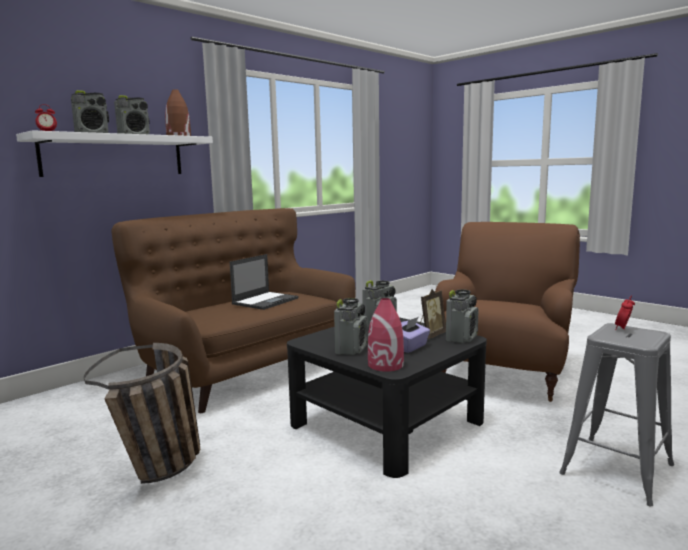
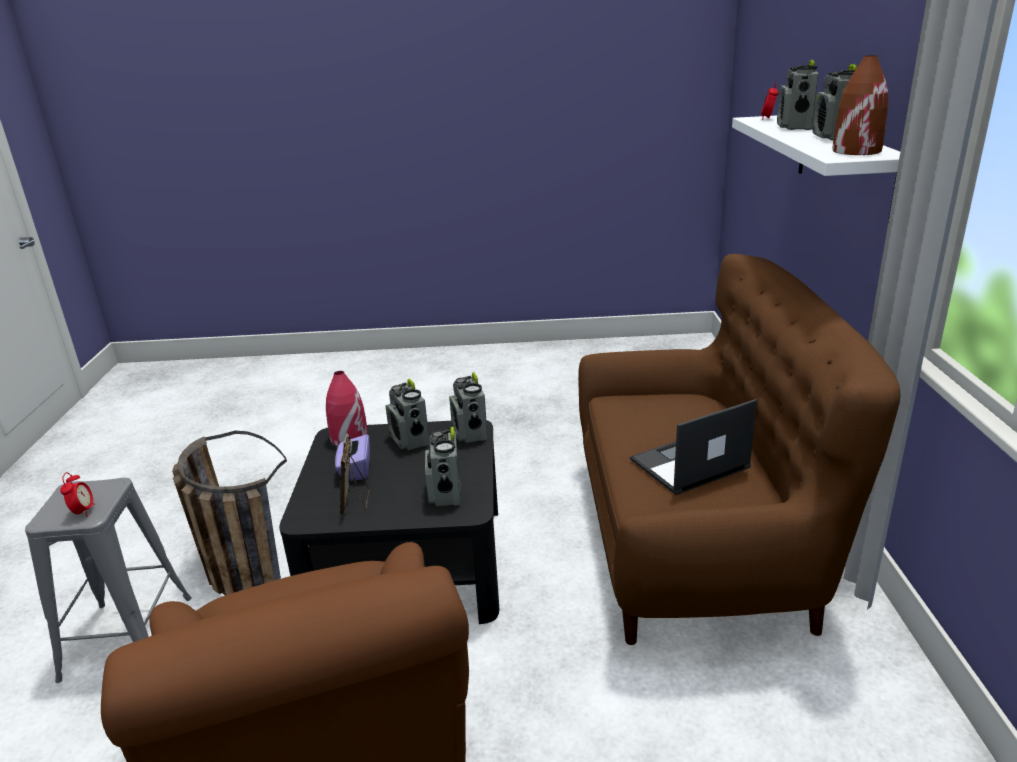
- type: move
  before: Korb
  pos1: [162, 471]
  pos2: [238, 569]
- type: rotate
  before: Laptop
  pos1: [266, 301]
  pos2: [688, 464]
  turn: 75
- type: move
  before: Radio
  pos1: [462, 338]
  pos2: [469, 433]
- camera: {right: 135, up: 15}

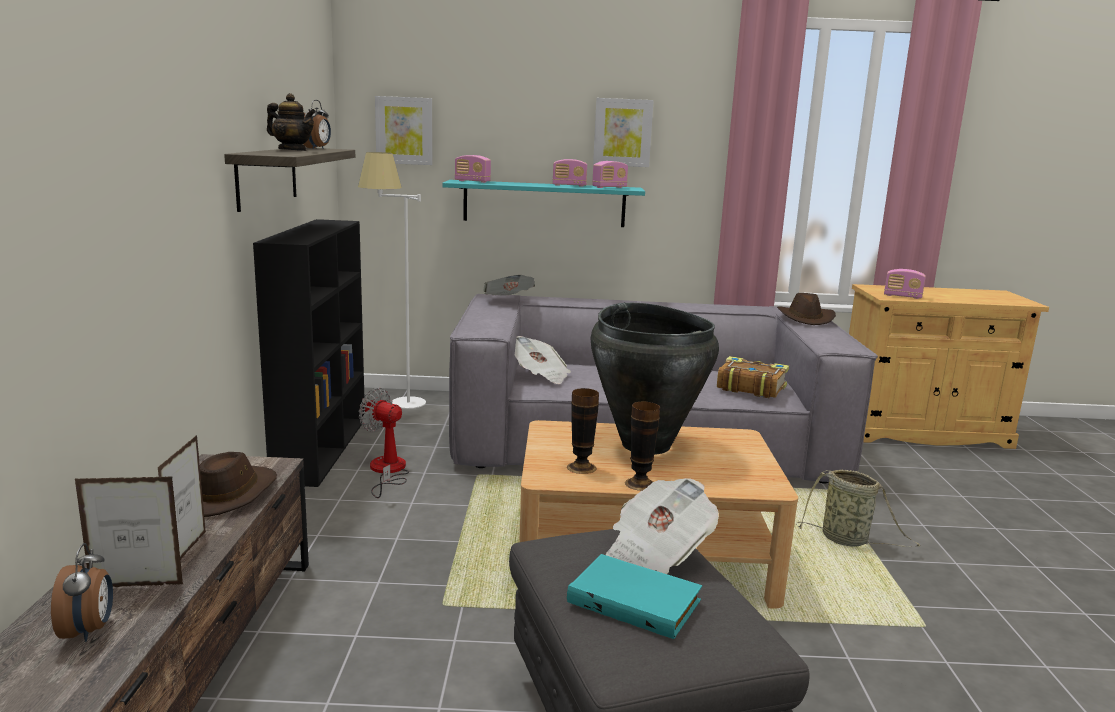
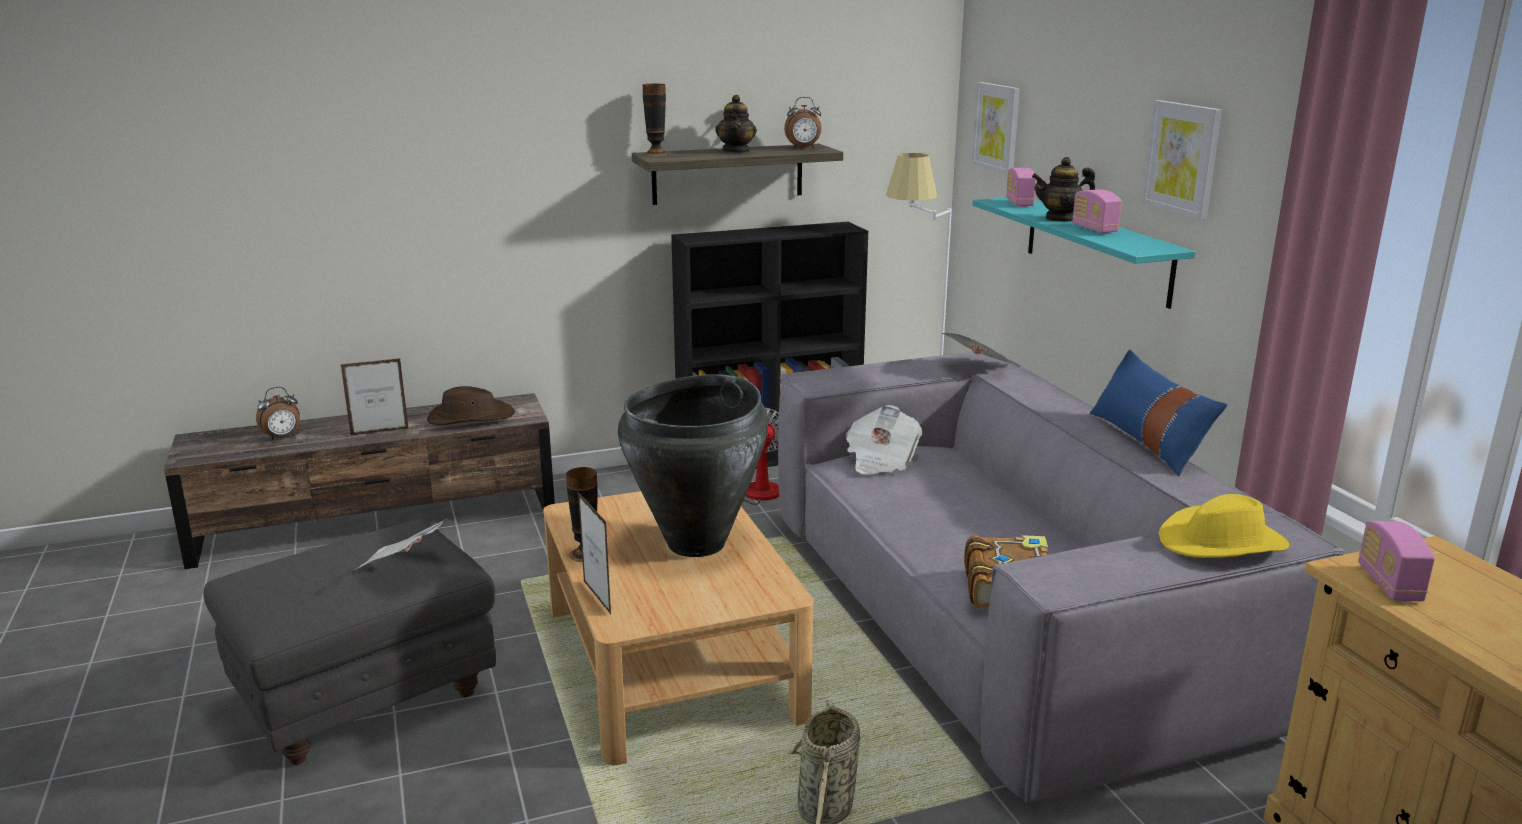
- type: move
  before: Bilderrahmen
  pos1: [137, 586]
  pos2: [597, 598]
- type: move
  before: Vase
  pos1: [581, 467]
  pos2: [656, 153]
- type: delete
  before: Buch (türkis)
  pos1: [636, 600]
- type: delete
  before: Radio
  pos1: [609, 187]
- type: recolor
  before: Hut (braun)
  after: Hut (gelb)
  pos1: [806, 318]
  pos2: [1222, 543]
- type: insert
  after: Teekanne
  pos2: [1061, 218]
- type: insert
  after: Kissen (blau)
  pos2: [1148, 441]
- camera: {right: 70, up: 5}

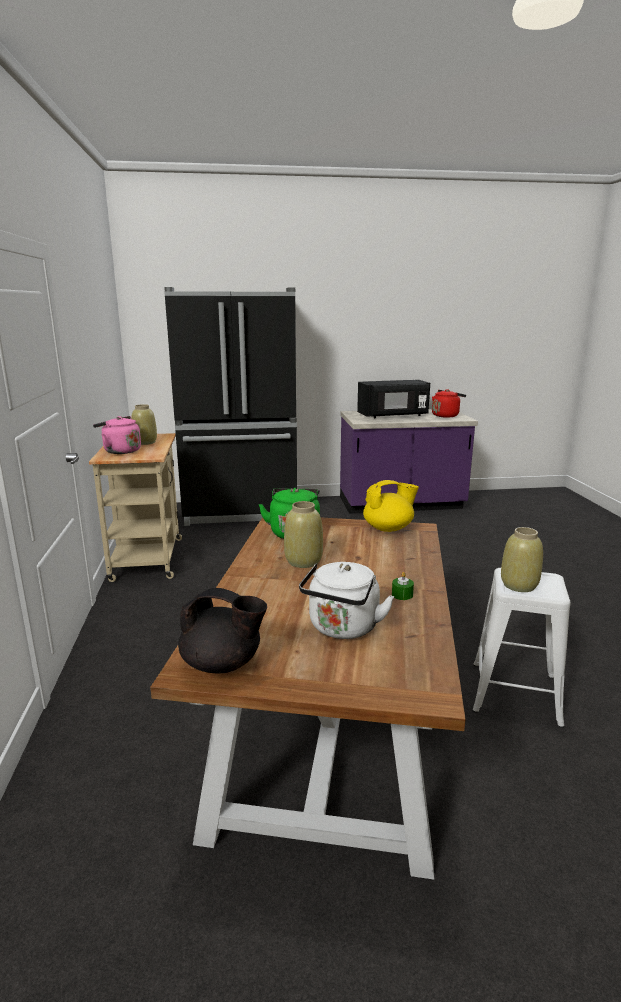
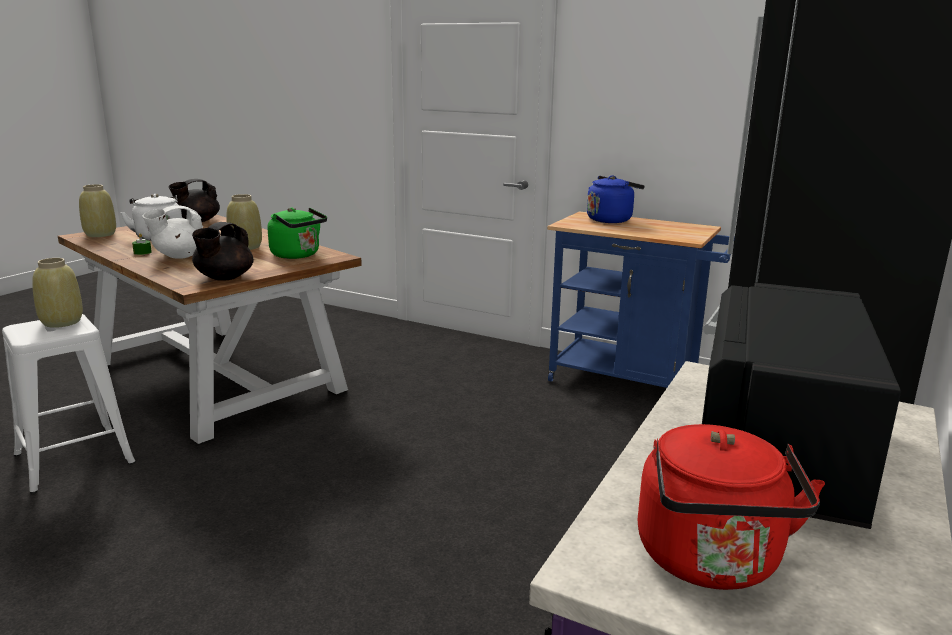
- type: recolor
  before: Rollwagen (beige)
  after: Rollwagen (blau)
  pos1: [148, 556]
  pos2: [632, 382]
- type: recolor
  before: Wasserkessel (rosa)
  after: Wasserkessel (blau)
  pos1: [120, 451]
  pos2: [611, 220]
- type: move
  before: Vase (beige)
  pos1: [145, 442]
  pos2: [100, 234]
- type: recolor
  before: Teekanne (gelb)
  after: Teekanne (schwarz)
  pos1: [389, 528]
  pos2: [224, 278]
- type: insert
  after: Teekanne (weiß)
  pos2: [179, 256]
- camera: {right: 125, up: 0}

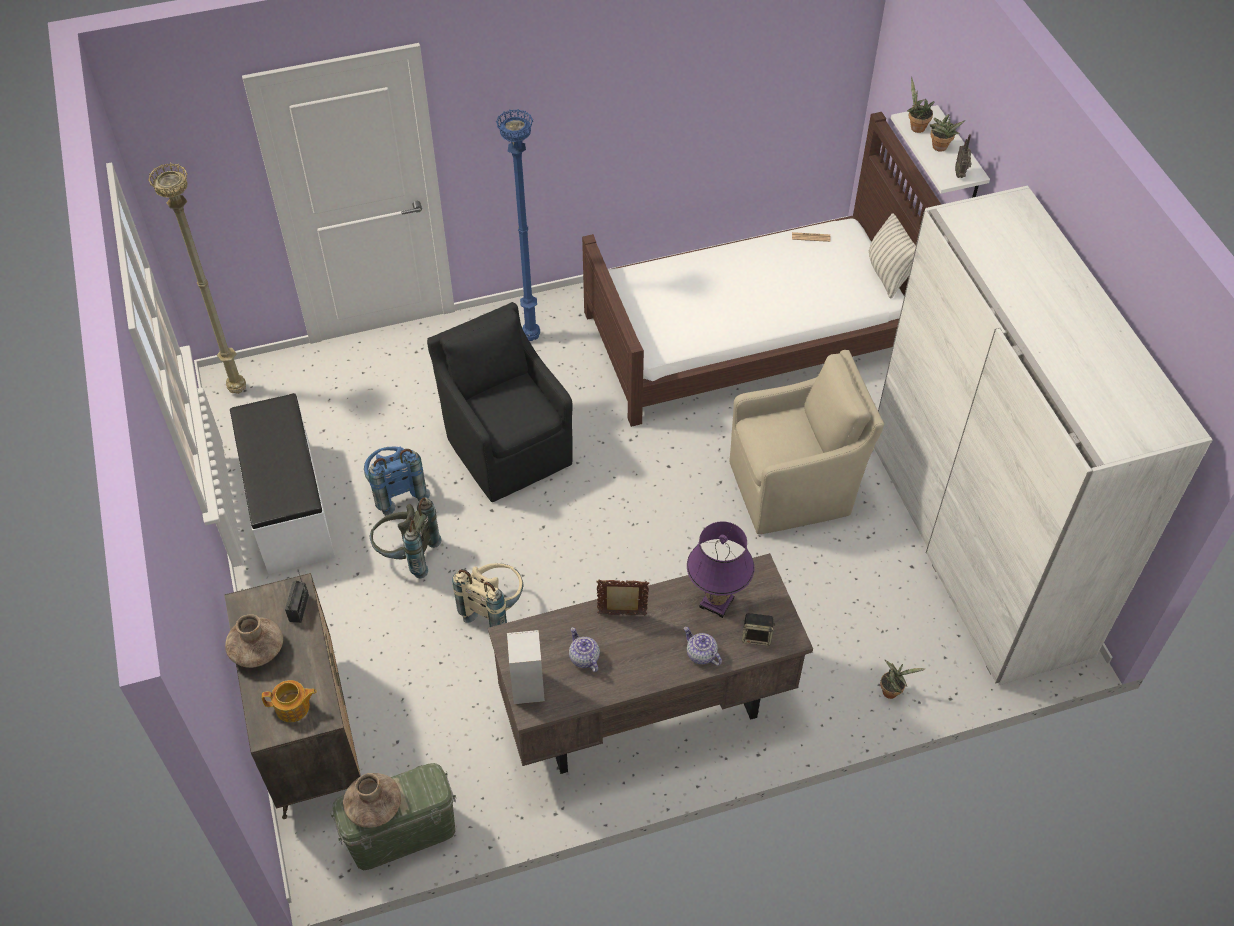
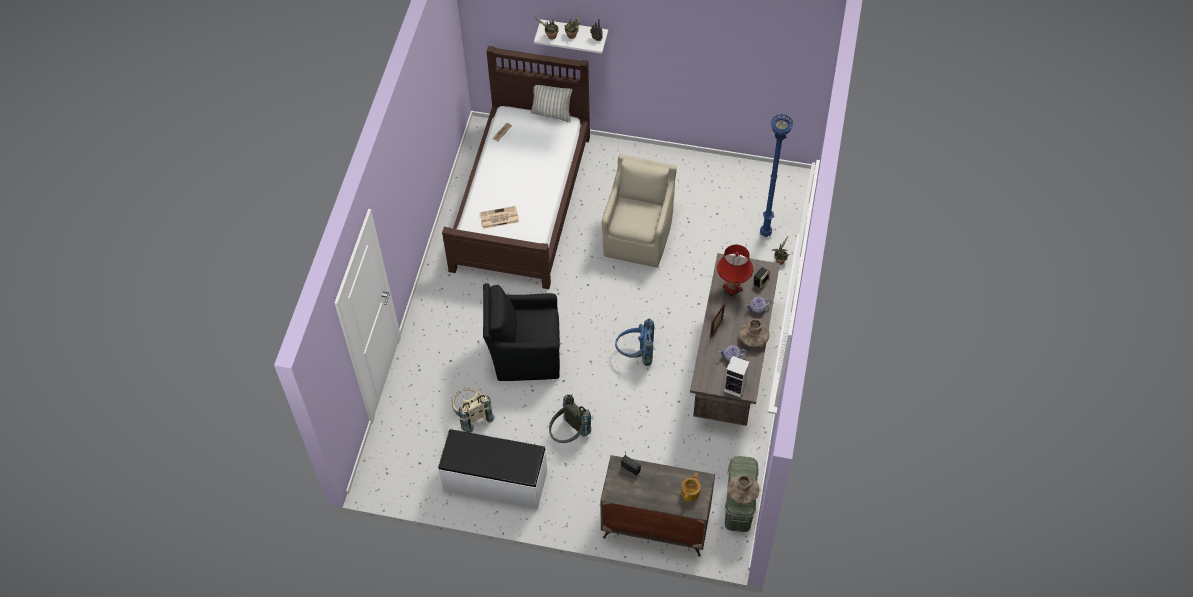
- type: delete
  before: Stehlampe (beige)
  pos1: [238, 390]
- type: move
  before: Vase (braun)
  pos1: [257, 650]
  pos2: [753, 338]
- type: move
  before: Rucksack (blau)
  pos1: [396, 491]
  pos2: [635, 354]
- type: move
  before: Rucksack (beige)
  pos1: [494, 610]
  pos2: [471, 415]
- type: move
  before: Stehlampe (blau)
  pos1: [530, 338]
  pos2: [765, 234]
- type: recolor
  before: Tischlampe (lila)
  after: Tischlampe (rot)
  pos1: [716, 602]
  pos2: [732, 288]
- type: delete
  before: Kleiderschrank (weiß)
  pos1: [976, 545]
- type: insert
  after: Zeitung
  pos2: [498, 218]
- camera: {right: -60, up: 5}

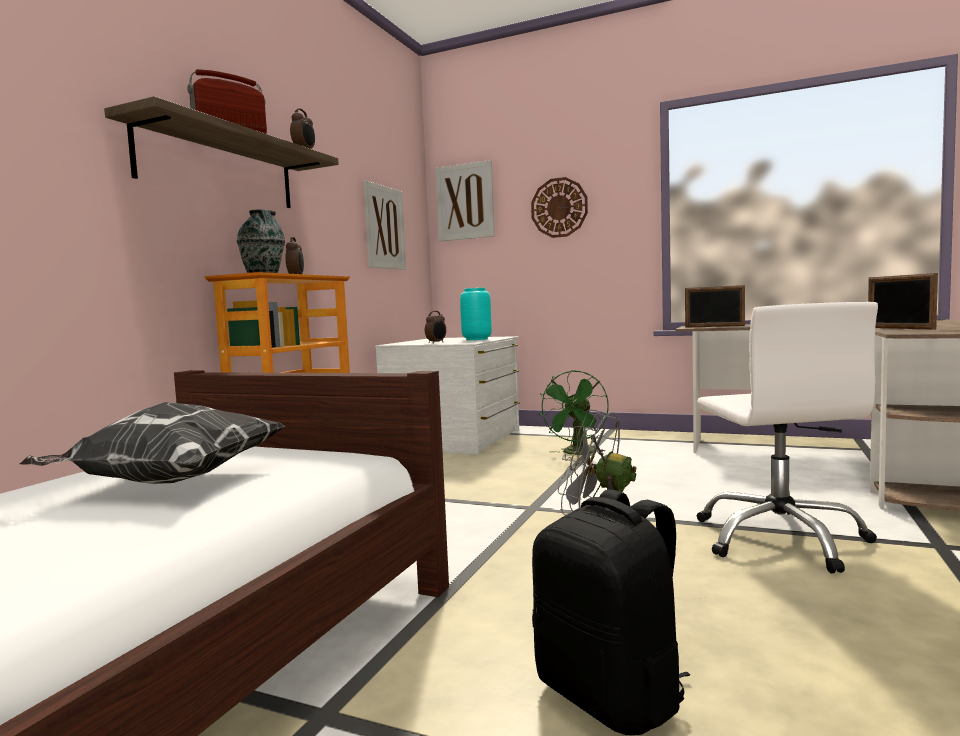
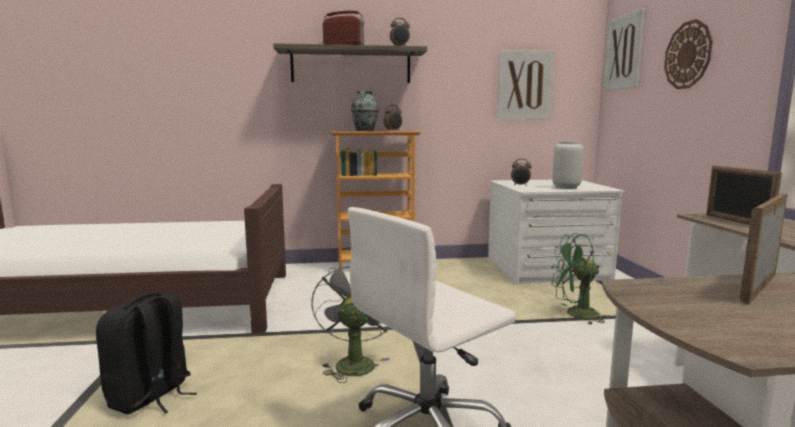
- type: delete
  before: Kissen
  pos1: [169, 483]
- type: recolor
  before: Vase (türkis)
  after: Vase (grau)
  pos1: [476, 339]
  pos2: [565, 187]
- camera: {right: 60, up: 5}

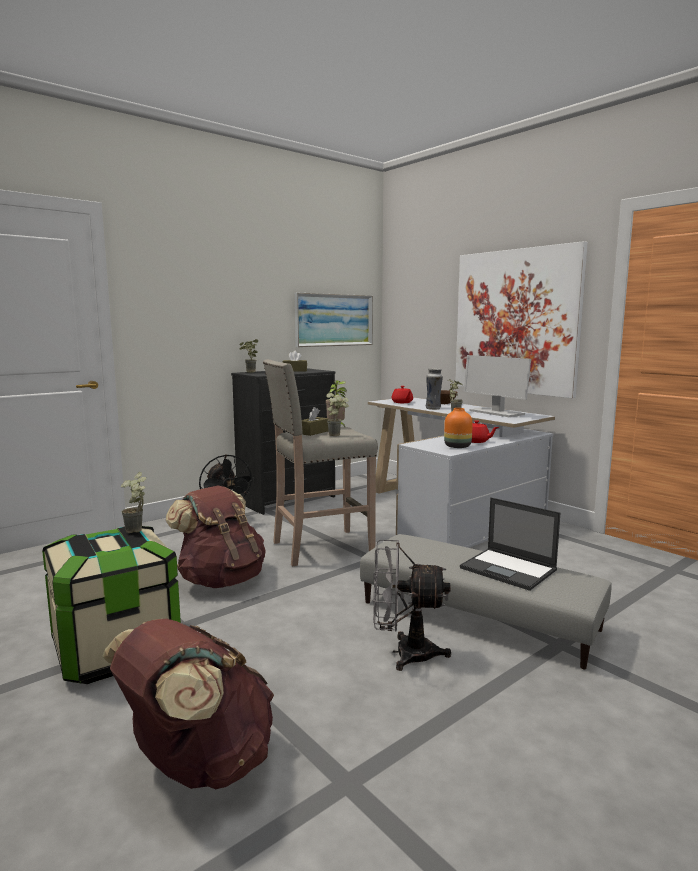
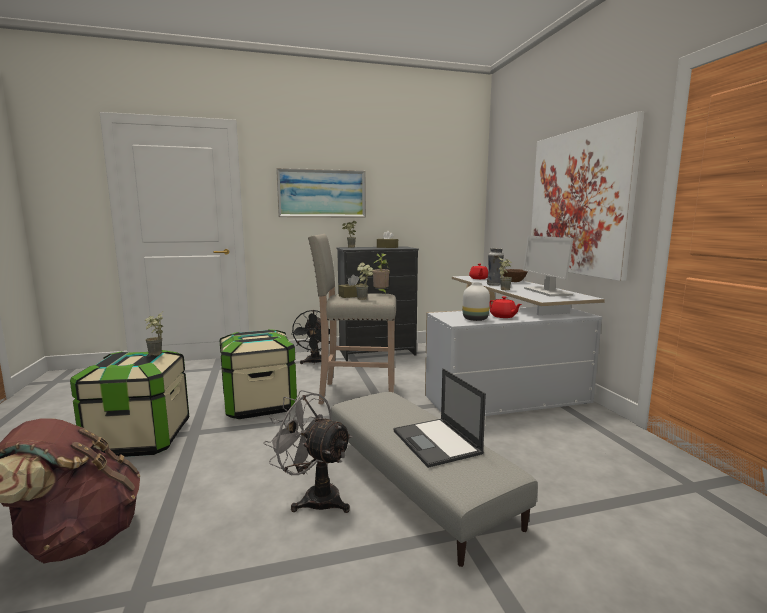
- type: replace
  before: Rucksack (braun)
  after: Aufbewahrungsbox
  pos1: [221, 580]
  pos2: [259, 404]
- type: move
  before: Bild
  pos1: [334, 320]
  pos2: [322, 193]
- type: recolor
  before: Vase (orange)
  after: Vase (weiß)
  pos1: [457, 446]
  pos2: [475, 319]
- camera: {right: 25, up: 0}

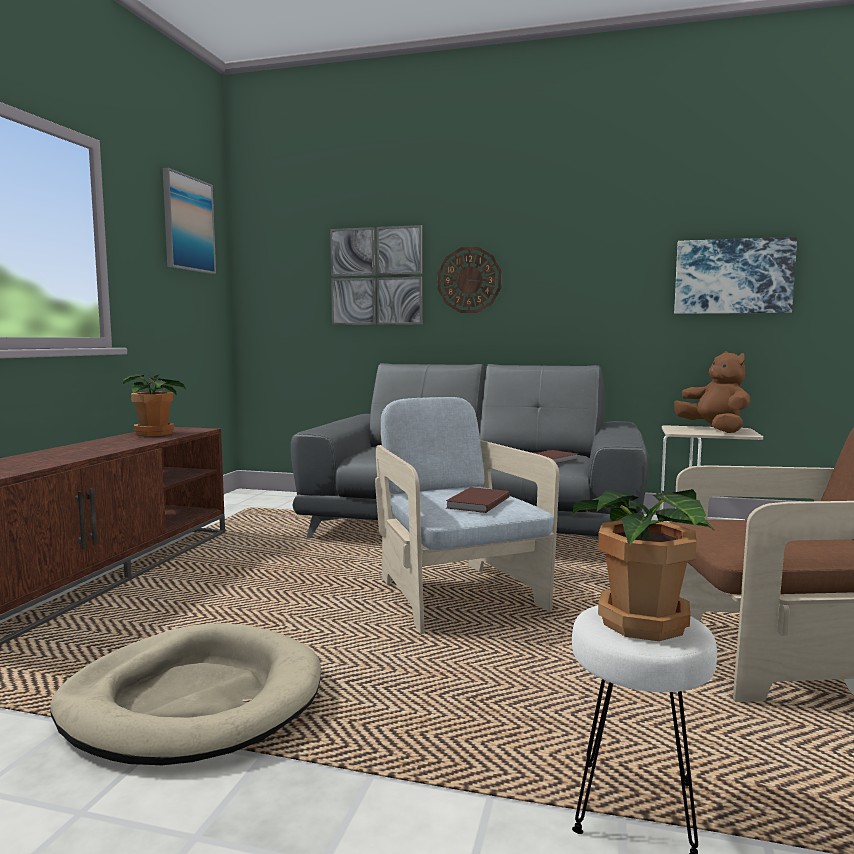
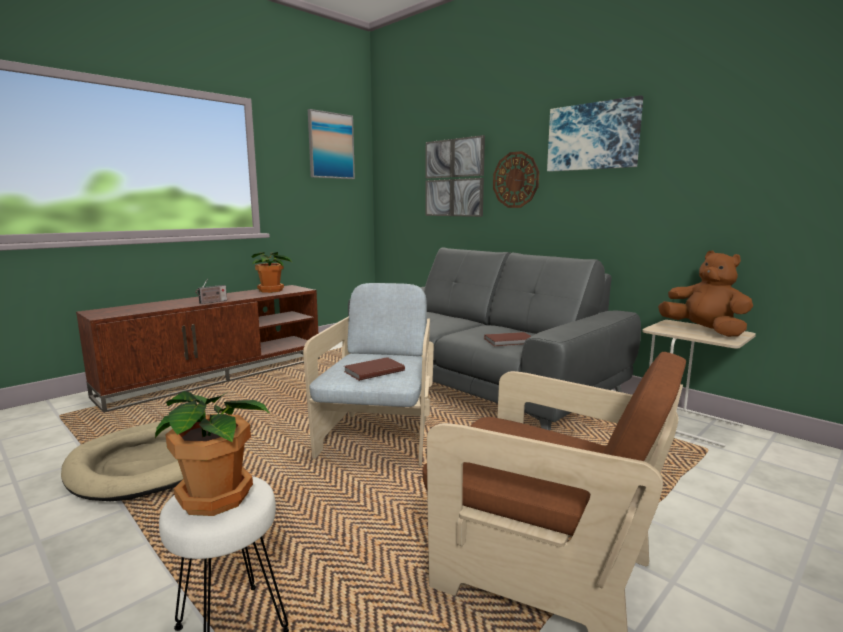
- type: move
  before: Bild
  pos1: [733, 276]
  pos2: [593, 136]
- type: rotate
  before: Plüschtier (braun)
  pos1: [714, 430]
  pos2: [704, 331]
  turn: -45
- type: insert
  after: Radio
  pos2: [212, 302]
- camera: {right: 30, up: 5}

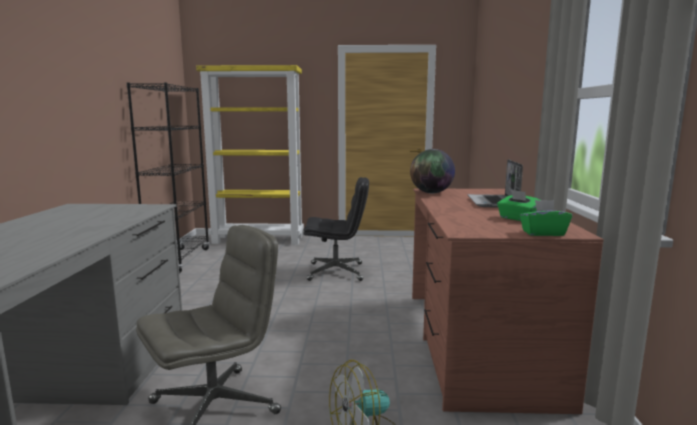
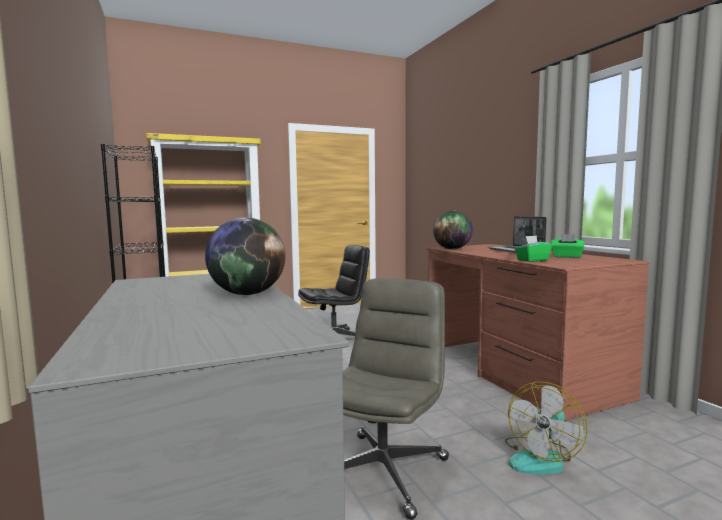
- type: move
  before: Taschentuchbox (grün)
  pos1: [543, 233]
  pos2: [532, 260]
- type: insert
  after: Globus
  pos2: [247, 294]
- camera: {right: -25, up: -5}

